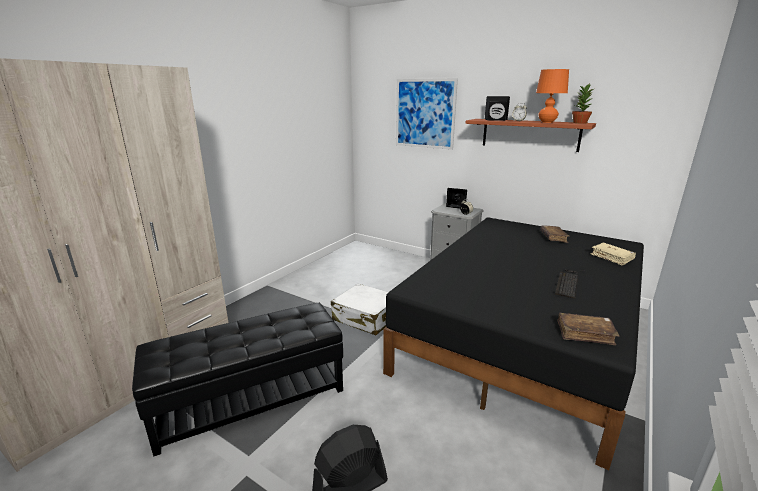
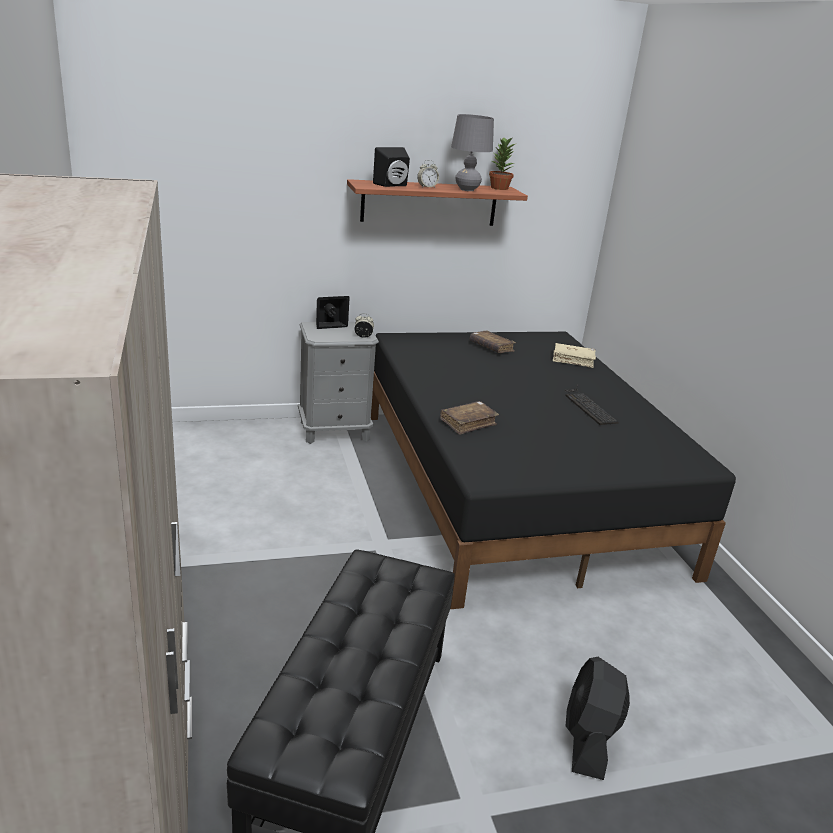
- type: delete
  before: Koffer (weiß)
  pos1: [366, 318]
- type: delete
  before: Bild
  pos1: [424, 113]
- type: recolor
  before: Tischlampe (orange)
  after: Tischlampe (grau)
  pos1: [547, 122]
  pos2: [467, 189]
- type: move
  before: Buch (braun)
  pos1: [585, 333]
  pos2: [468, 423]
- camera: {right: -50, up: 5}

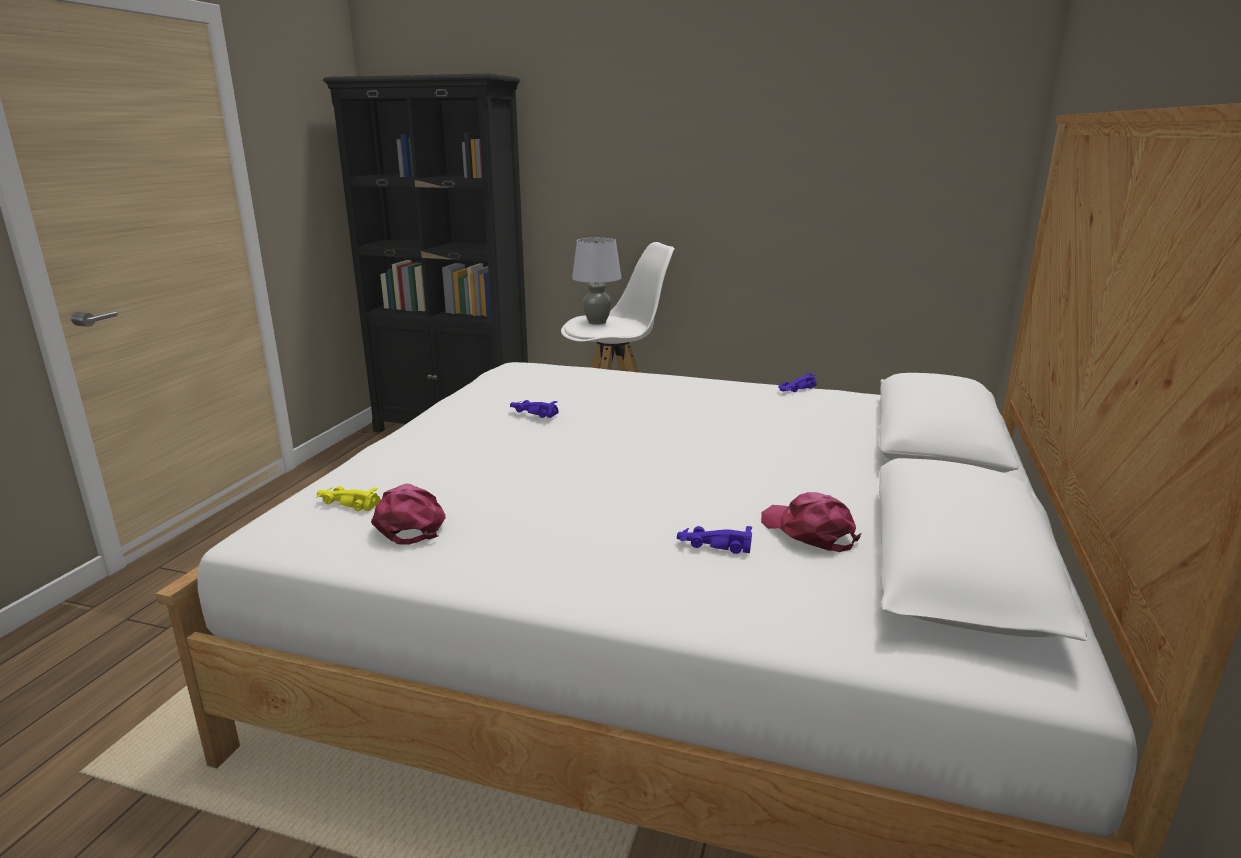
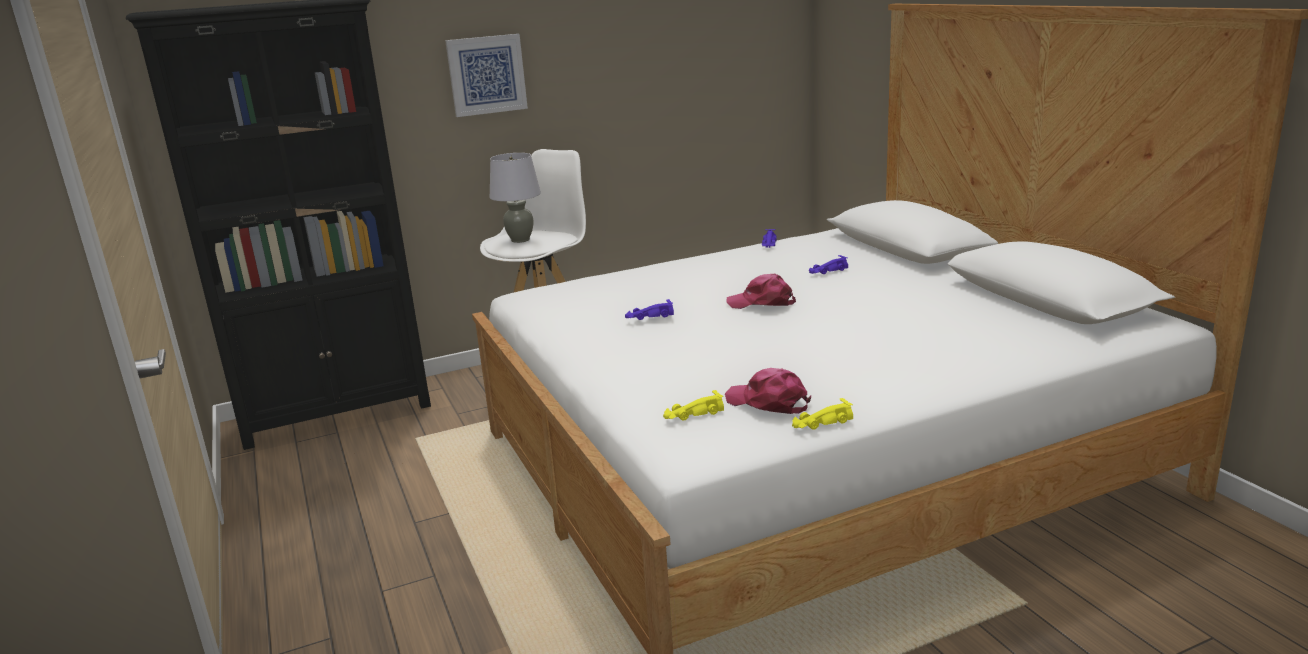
- type: move
  before: Spielzeugauto (lila)
  pos1: [713, 545]
  pos2: [827, 271]
- type: move
  before: Kappe (rosa)
  pos1: [809, 531]
  pos2: [762, 302]
- type: insert
  after: Bild
  pos2: [486, 75]
- type: insert
  after: Spielzeugauto (gelb)
  pos2: [821, 423]
- camera: {right: -40, up: 0}

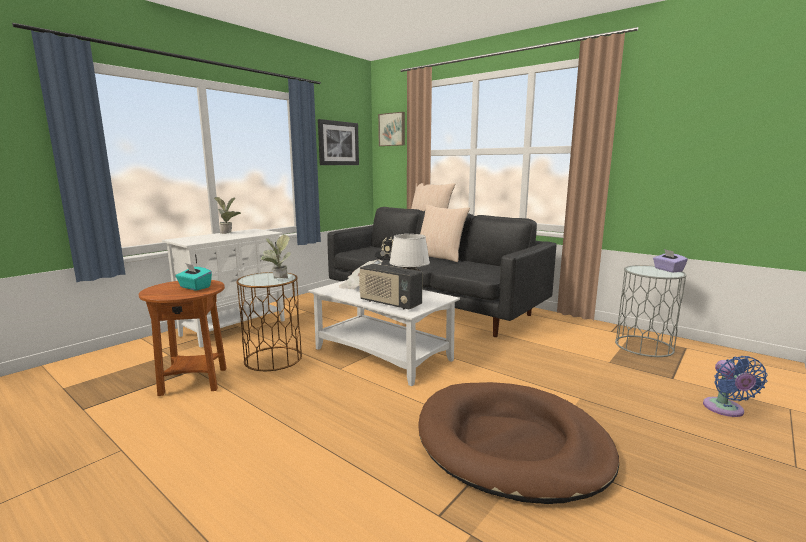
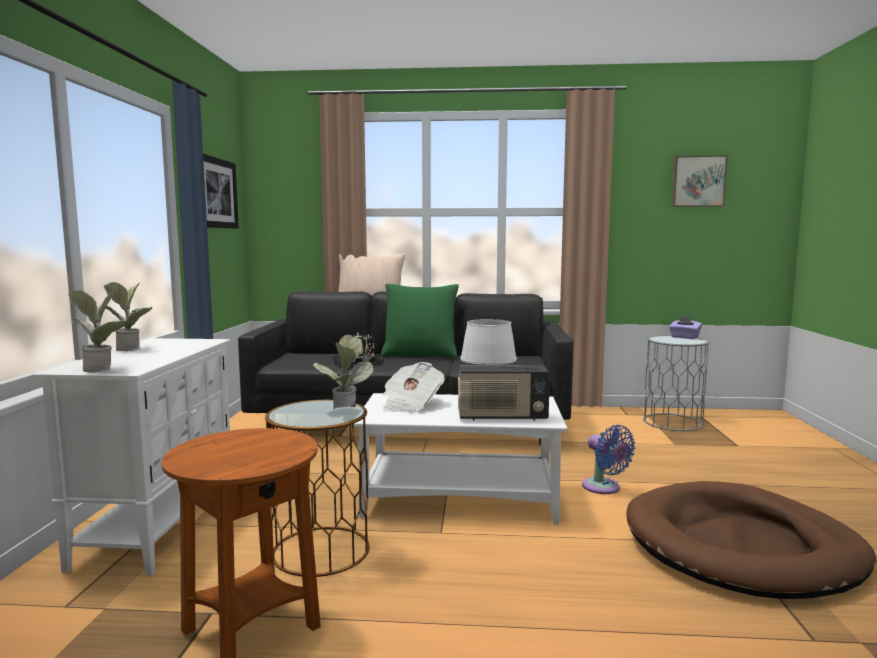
- type: delete
  before: Taschentuchbox (türkis)
  pos1: [194, 287]
- type: move
  before: Bild
  pos1: [392, 129]
  pos2: [698, 181]
- type: recolor
  before: Kissen (beige)
  after: Kissen (grün)
  pos1: [440, 257]
  pos2: [420, 355]
- type: move
  before: Ventilator (blau)
  pos1: [725, 410]
  pos2: [604, 488]
- type: insert
  after: Topfpflanze
  pos2: [103, 368]
- camera: {right: -35, up: -5}

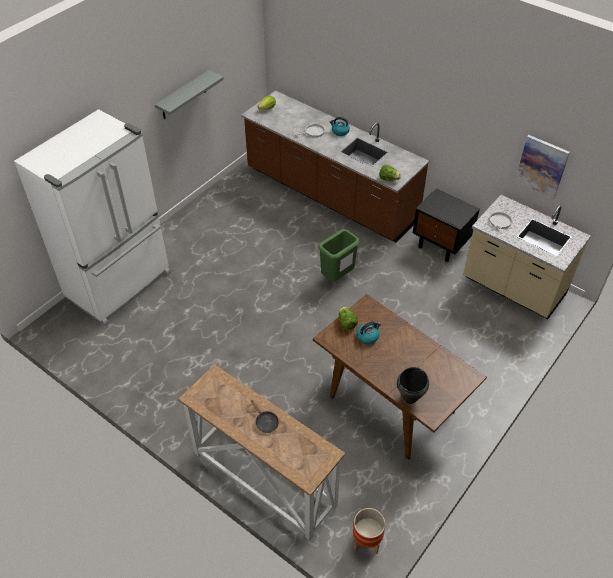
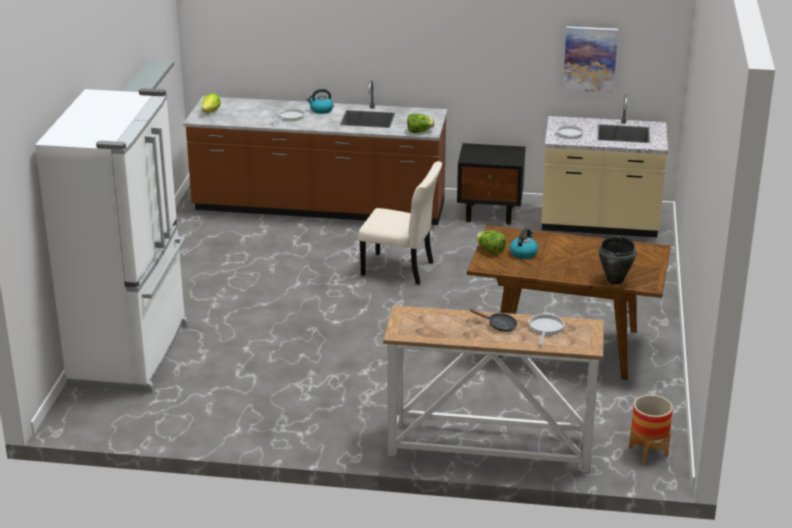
- type: replace
  before: Mülleimer (grün)
  after: Stuhl (beige)
  pos1: [337, 277]
  pos2: [400, 269]
- type: insert
  after: Pfanne
  pos2: [545, 328]
- camera: {right: -30, up: -20}

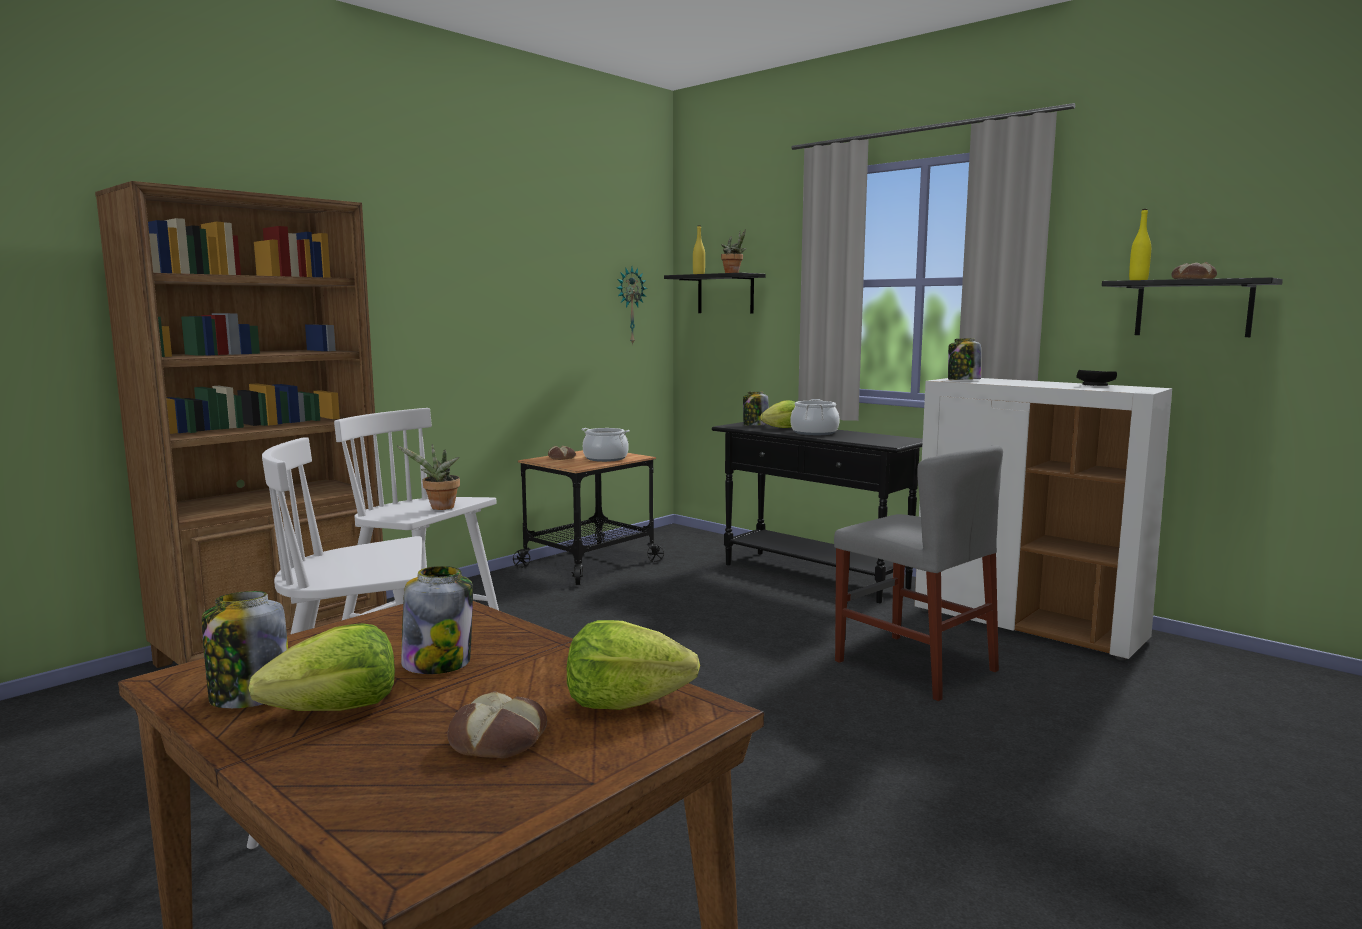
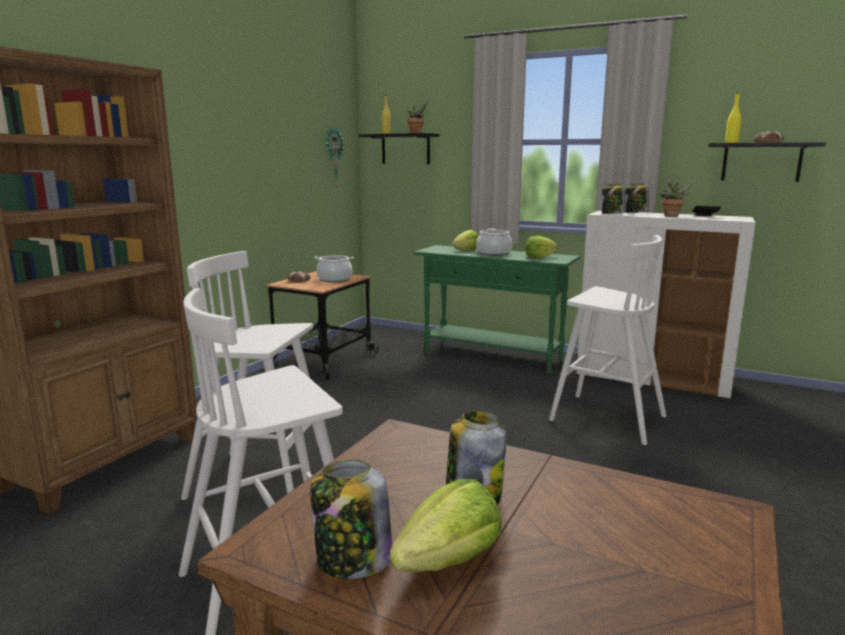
- type: move
  before: Topfpflanze
  pos1: [439, 508]
  pos2: [671, 216]
- type: delete
  before: Brot
  pos1: [500, 739]
- type: move
  before: Salatkopf
  pos1: [625, 702]
  pos2: [539, 257]
- type: recolor
  before: Konsolentisch (schwarz)
  after: Konsolentisch (grün)
  pos1: [814, 576]
  pos2: [492, 356]
- type: move
  before: Vorratsglas
  pos1: [755, 425]
  pos2: [635, 213]
- type: replace
  before: Stuhl (grau)
  after: Hocker (weiß)
  pos1: [914, 665]
  pos2: [605, 418]
- camera: {right: -15, up: 5}

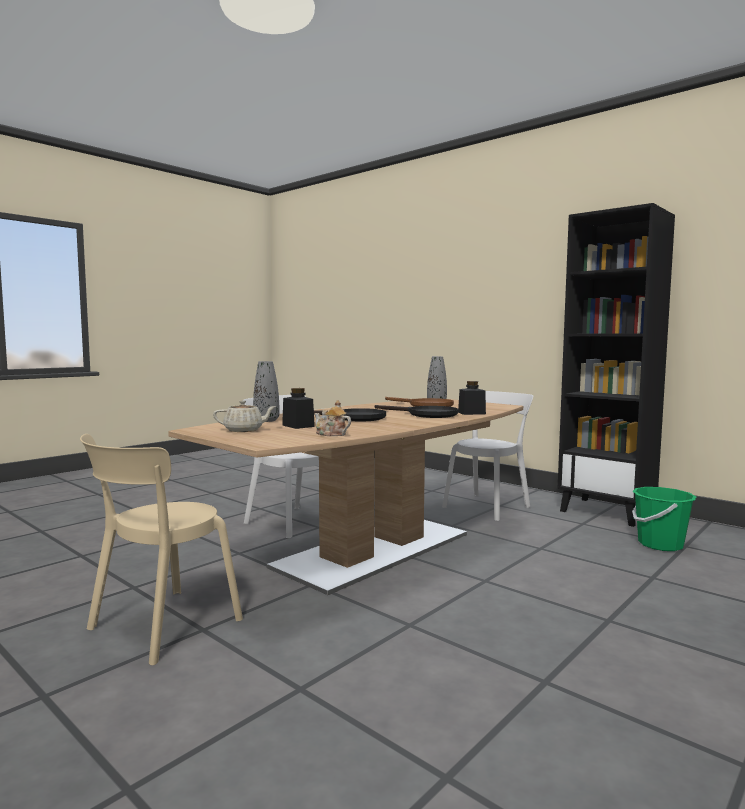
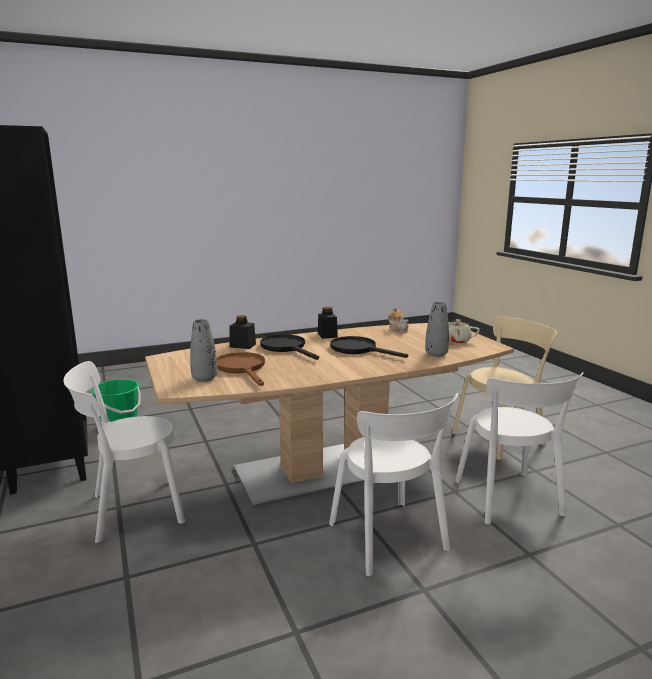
- type: move
  before: Vorratsglas (schwarz)
  pos1: [298, 426]
  pos2: [327, 335]
- type: insert
  after: Stuhl (weiß)
  pos2: [509, 500]
- camera: {right: -155, up: 10}

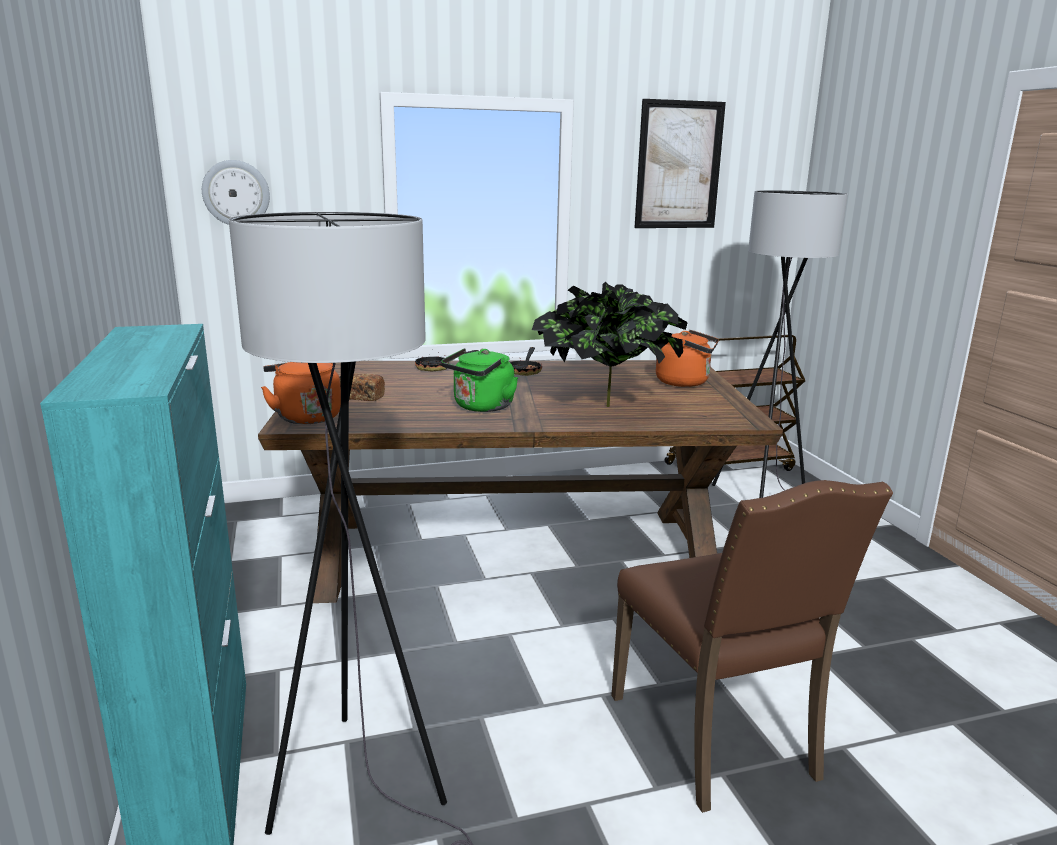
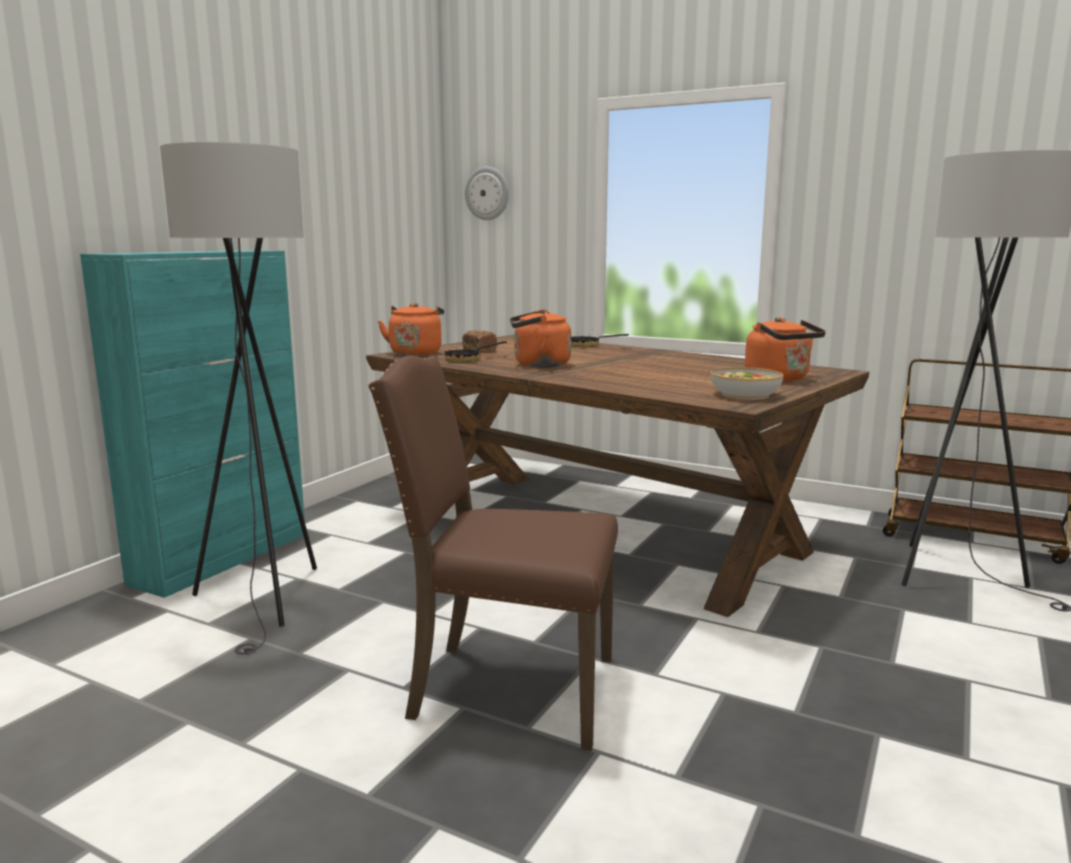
- type: recolor
  before: Wasserkessel (grün)
  after: Wasserkessel (orange)
  pos1: [481, 407]
  pos2: [538, 365]
- type: move
  before: Pfanne
  pos1: [525, 371]
  pos2: [468, 360]
- type: delete
  before: Topfpflanze
  pos1: [604, 406]
- type: rotate
  before: Stuhl (braun)
  pos1: [718, 737]
  pos2: [508, 689]
  turn: 75
- type: delete
  before: Bild
  pos1: [678, 165]
- type: insert
  after: Schüssel
  pos2: [745, 395]
- camera: {right: 45, up: -5}

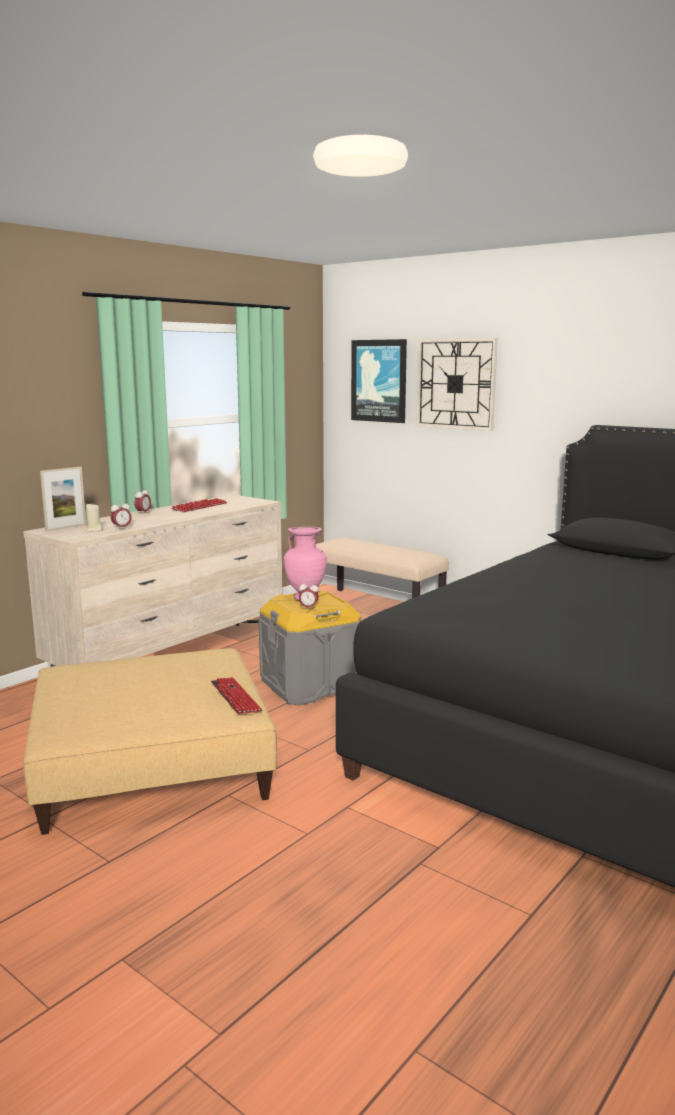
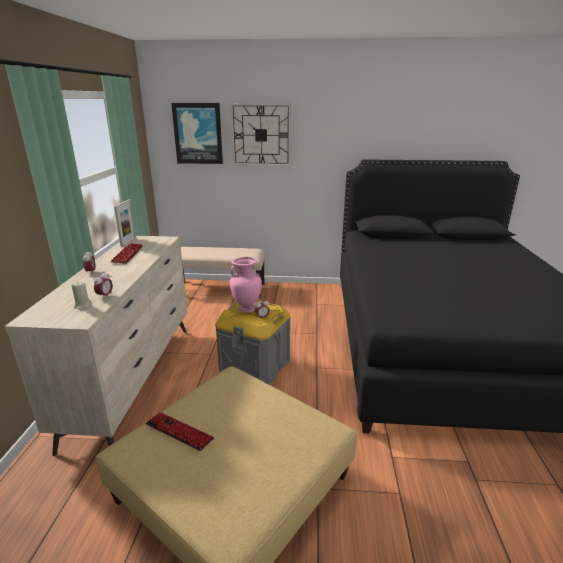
- type: move
  before: Bilderrahmen
  pos1: [66, 527]
  pos2: [128, 242]
- type: move
  before: Tastatur
  pos1: [235, 697]
  pos2: [179, 432]
- camera: {right: -35, up: 10}

